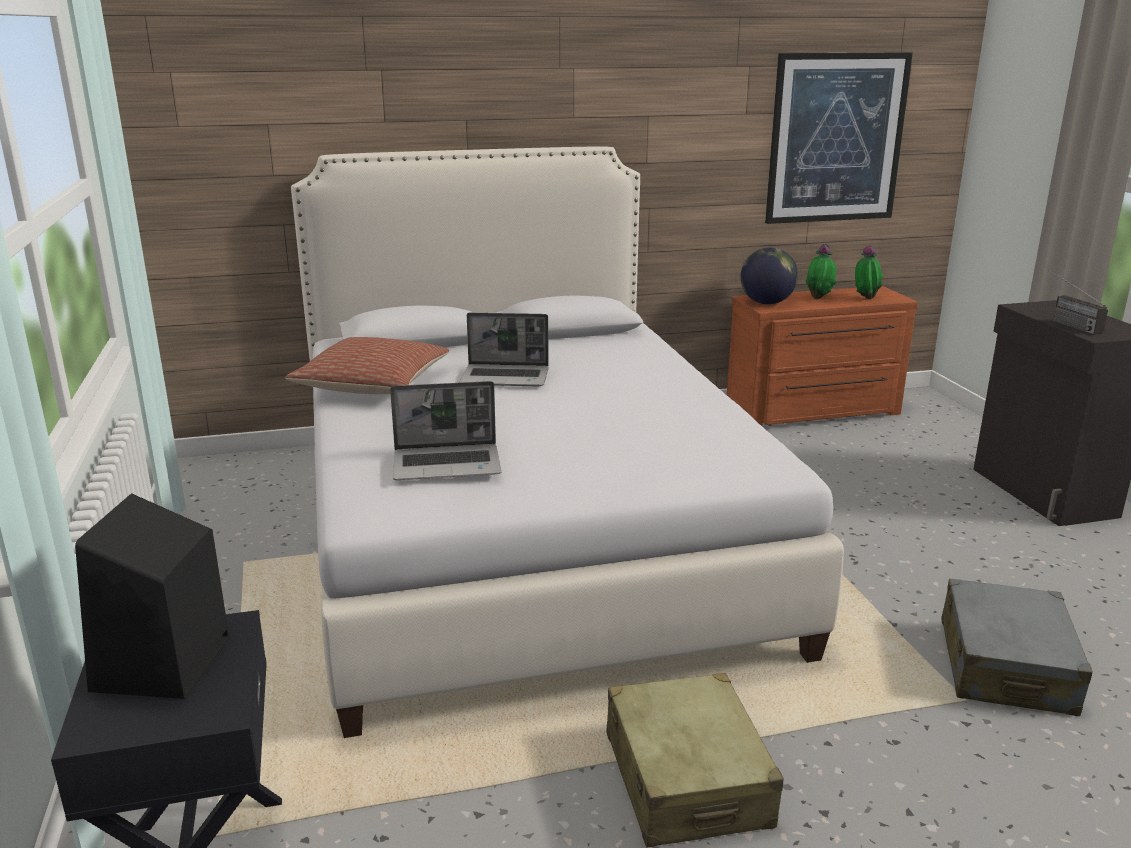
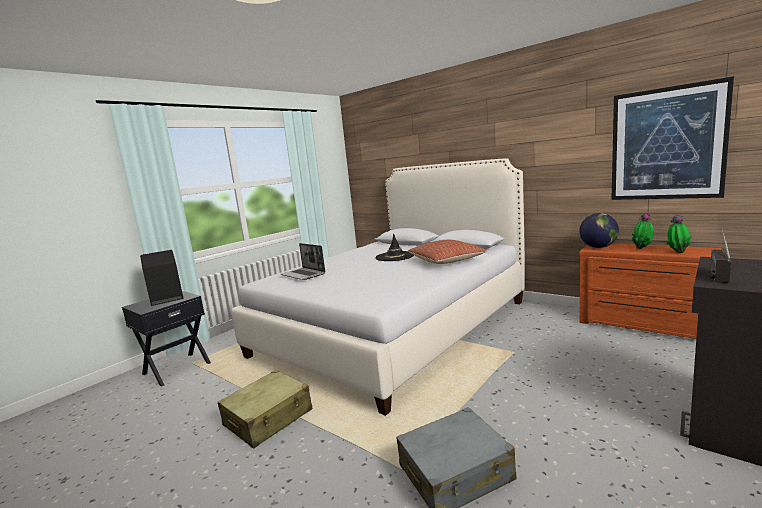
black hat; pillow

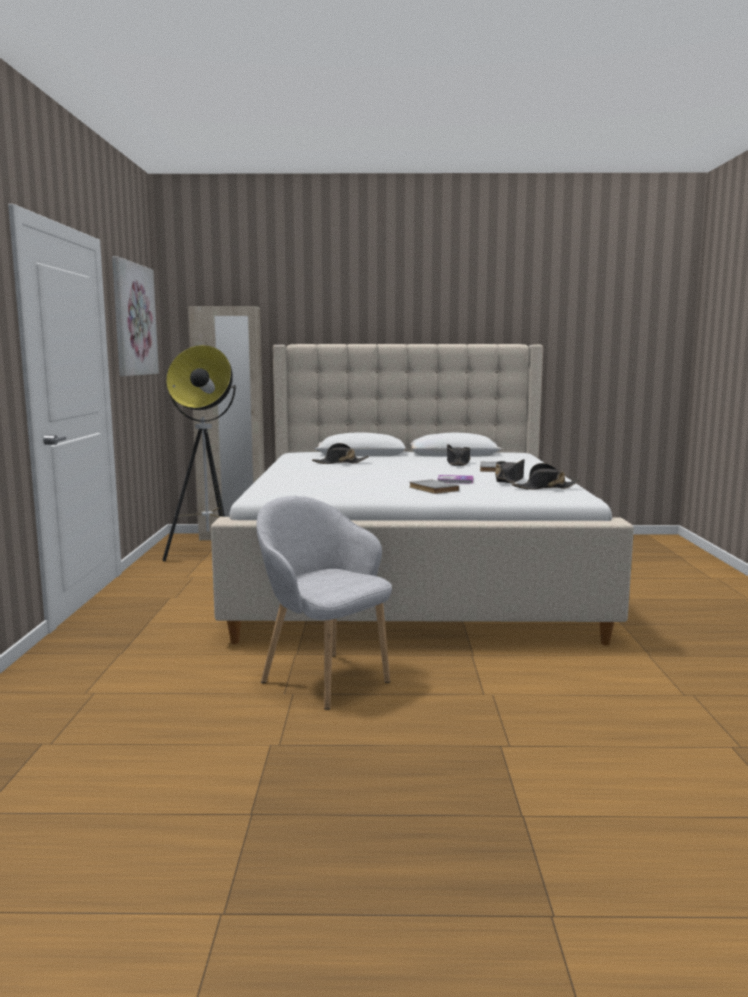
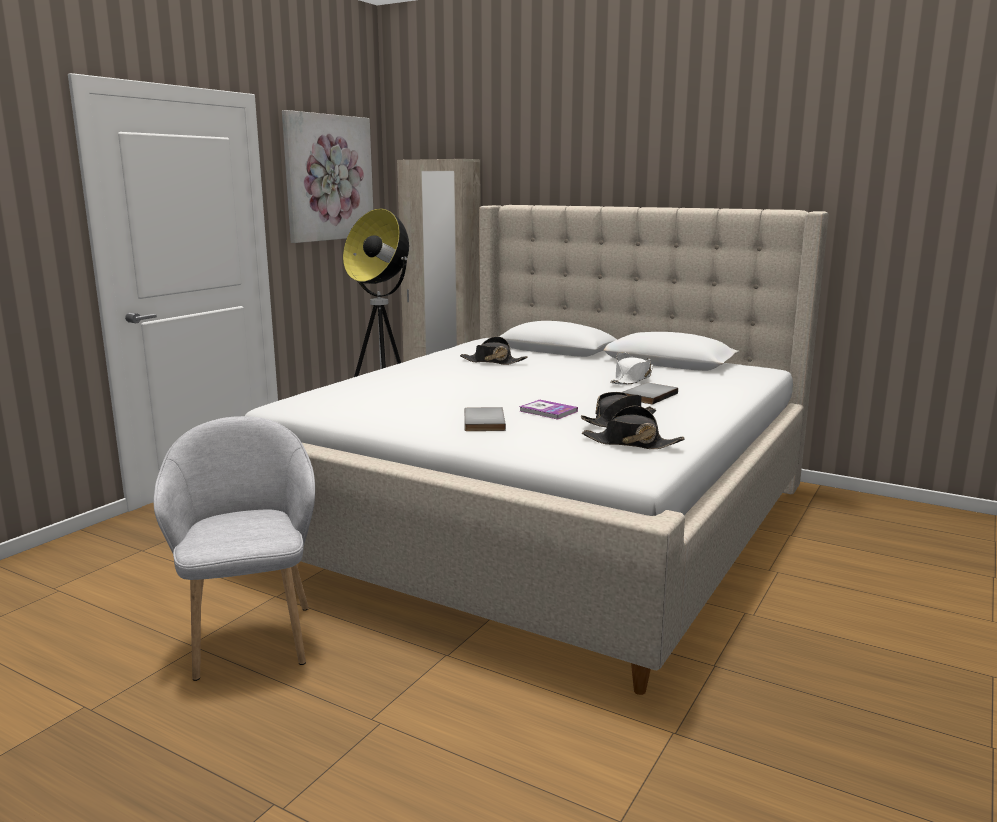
white hat

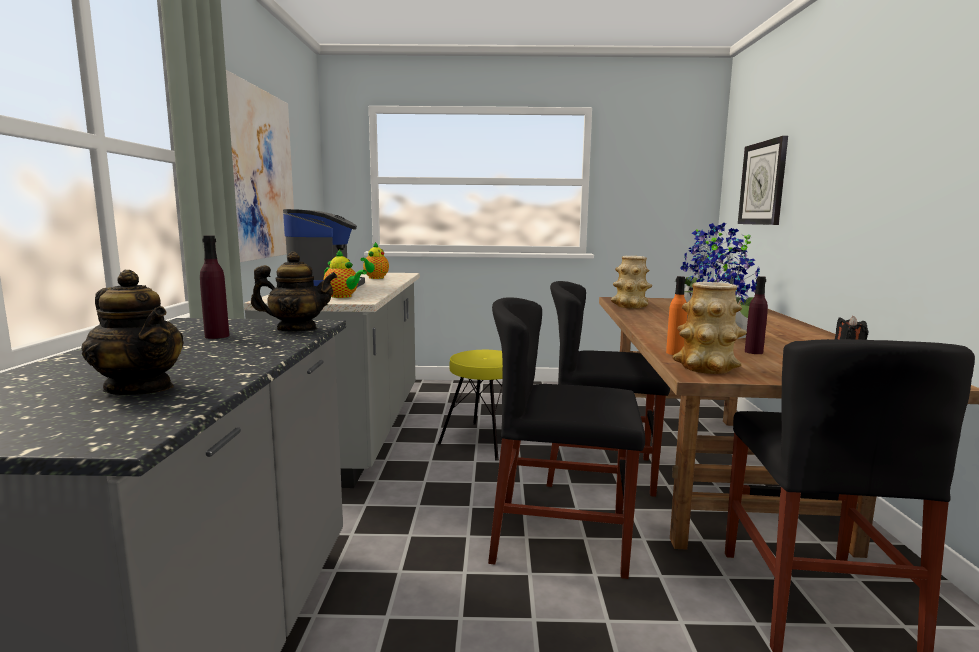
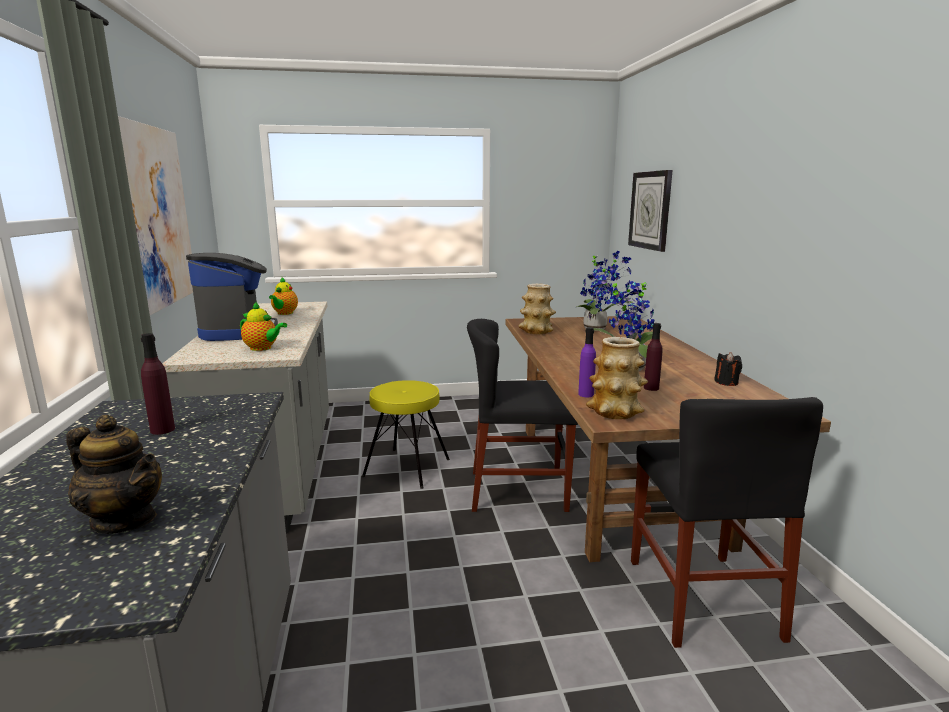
teapot (2nd from left in the first image); purple bottle (2nd from left); black chair (1st from left in the first image)

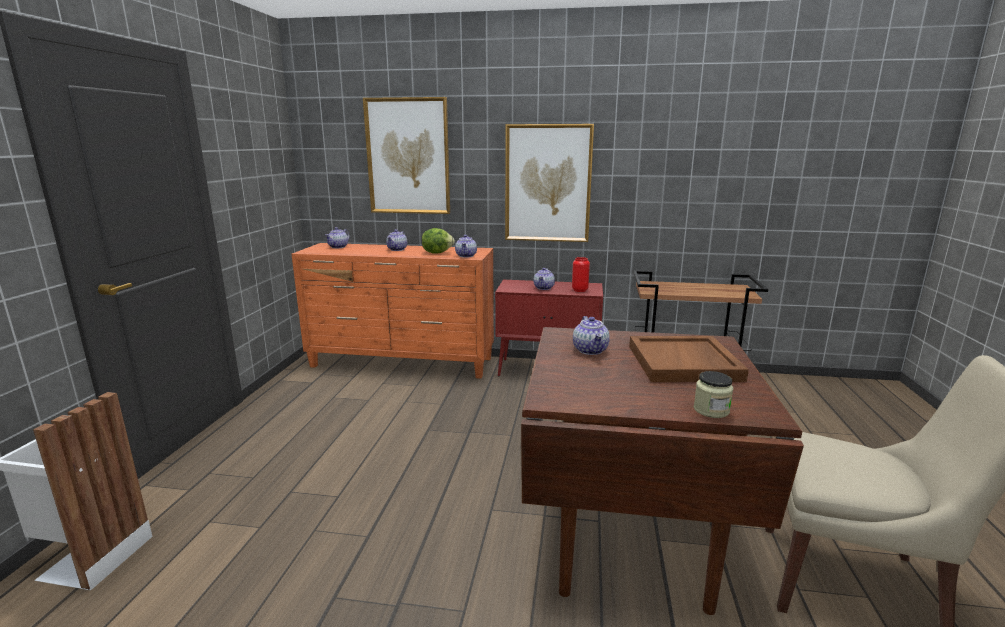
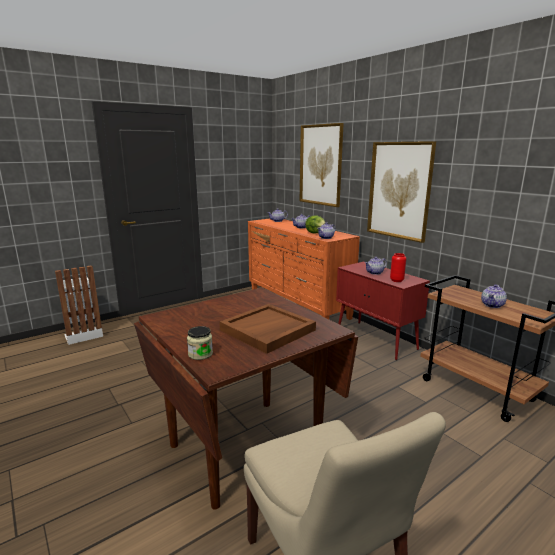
teapot (5th from left)

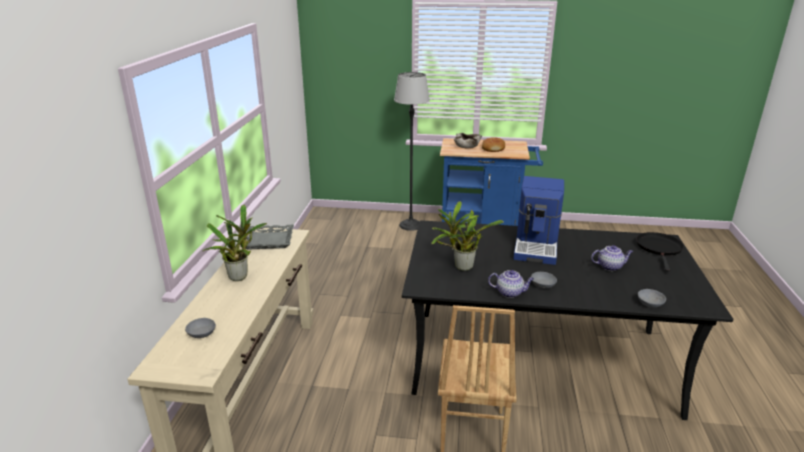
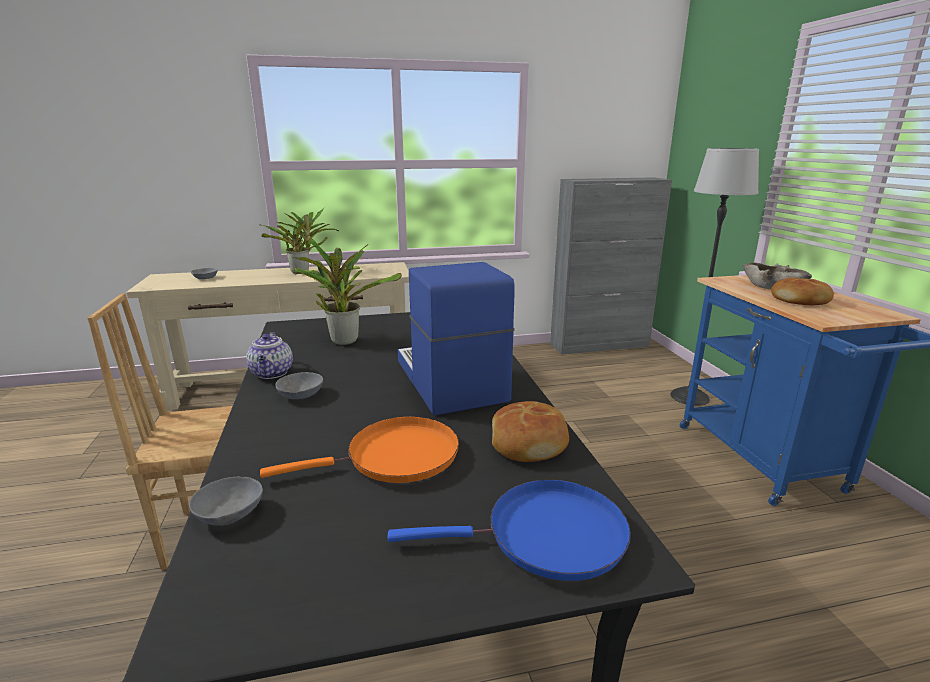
coffee machine; grey tray; blue frying pan; orange frying pan; grey cabinet; bread (1st from left)

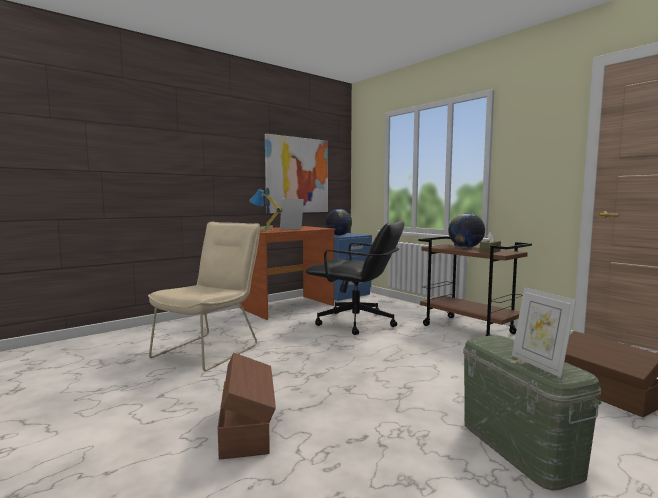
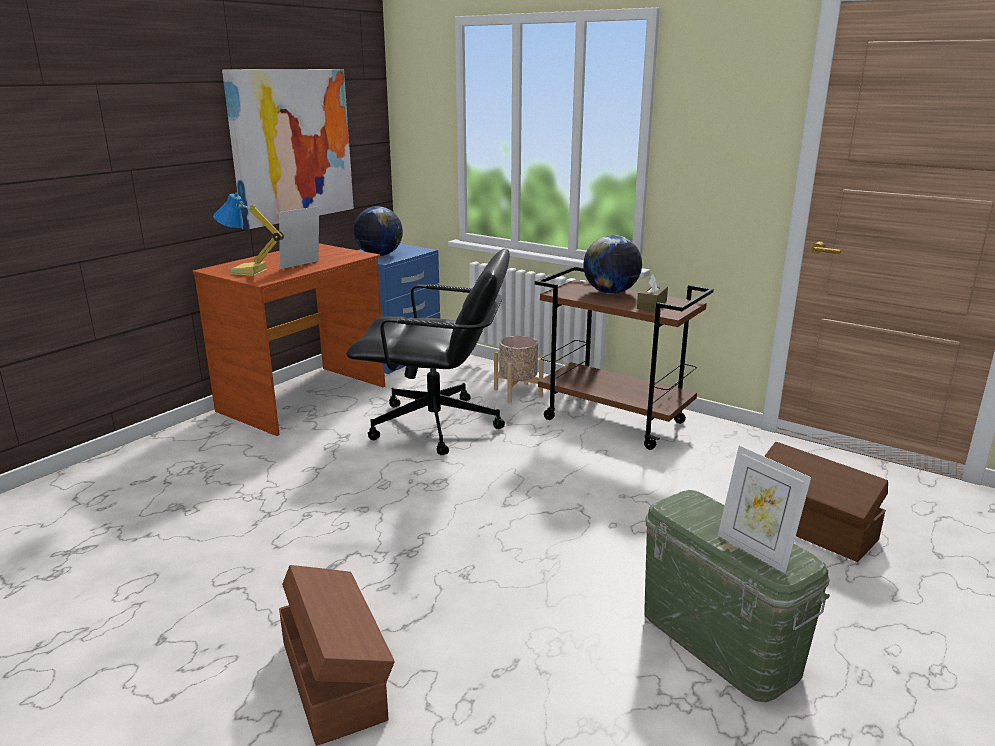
beige chair; beige planter

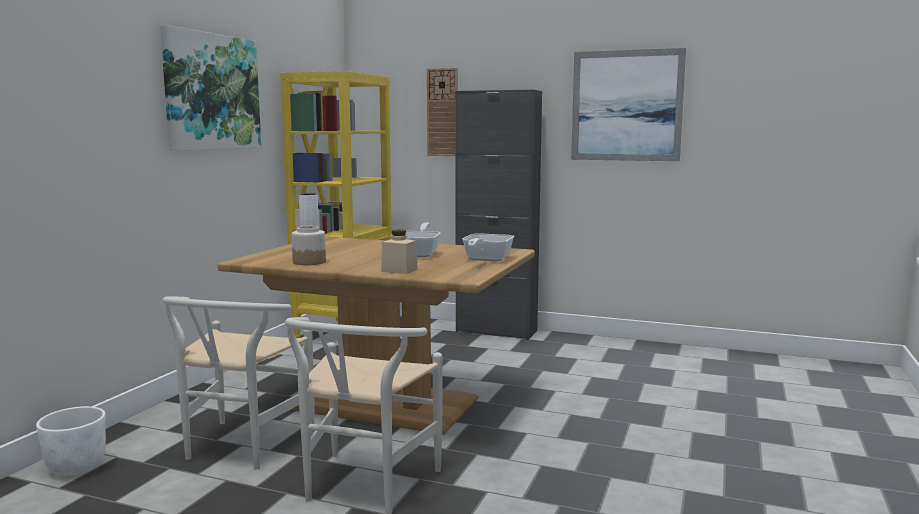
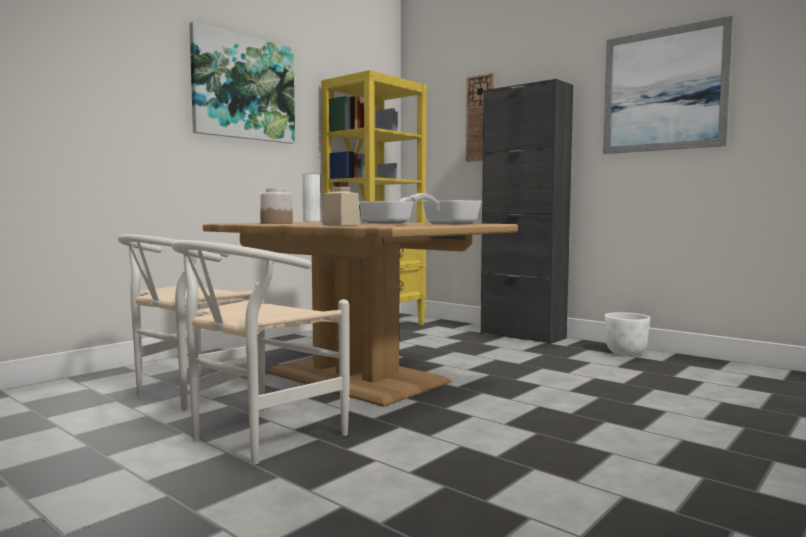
white planter

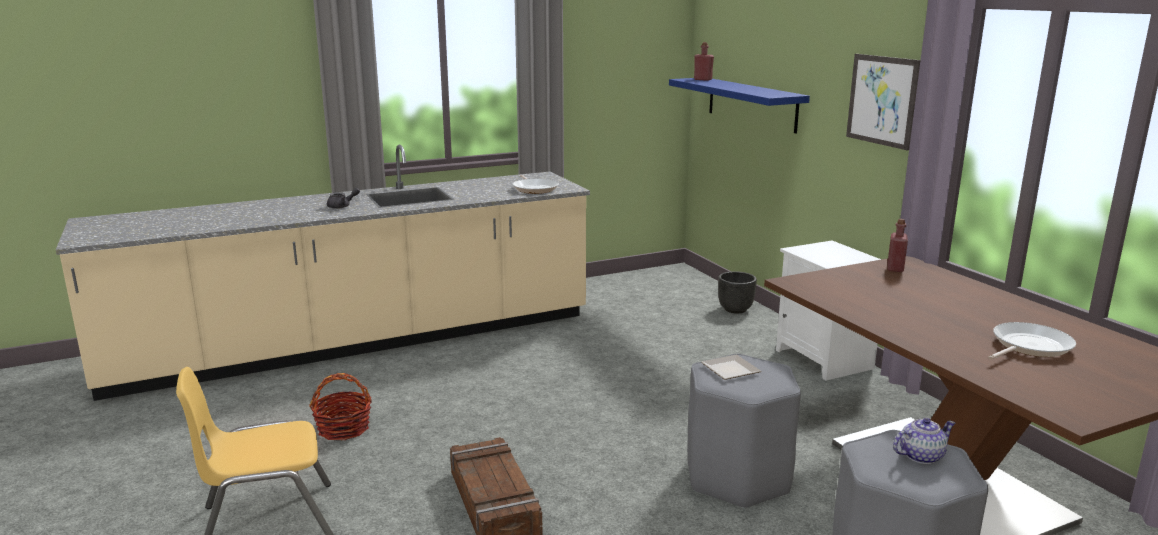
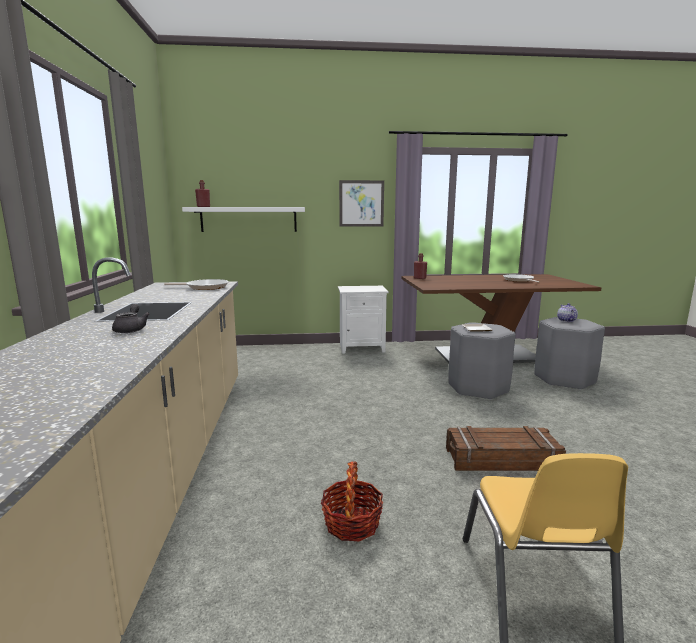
white shelf; black planter

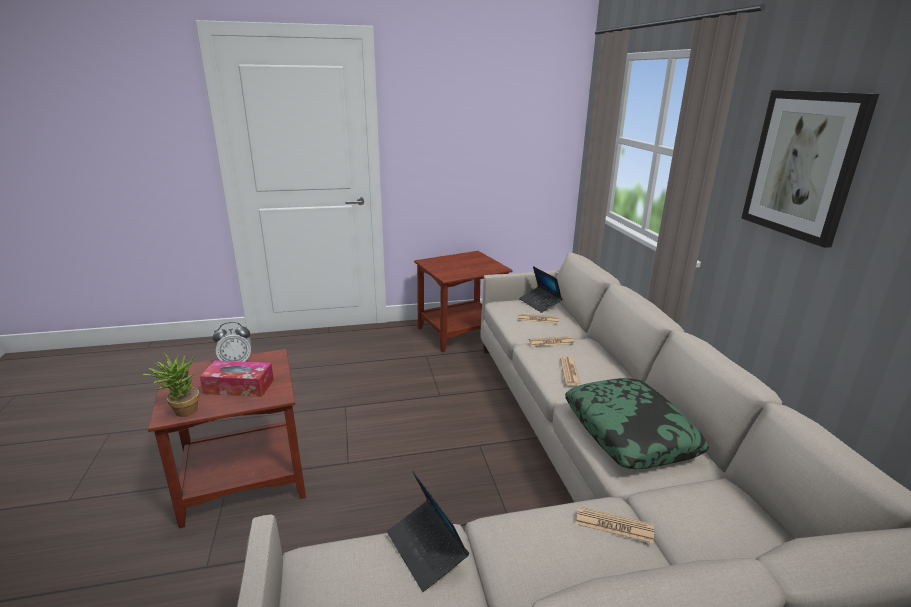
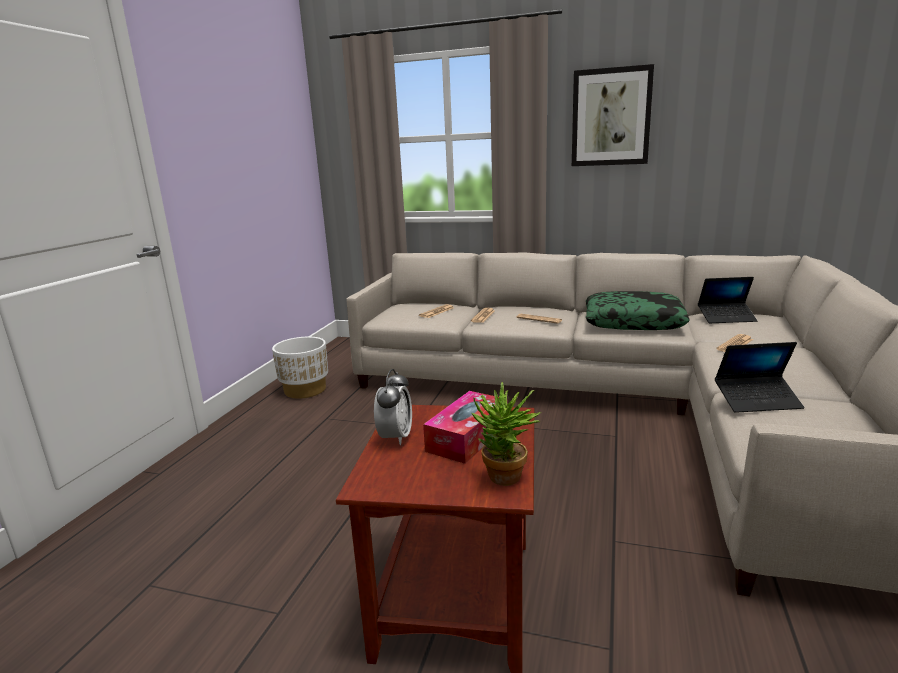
white planter; laptop (1st from left)

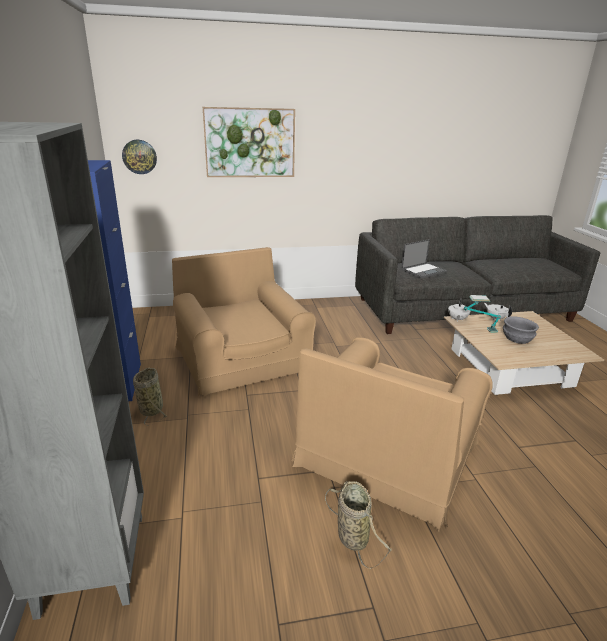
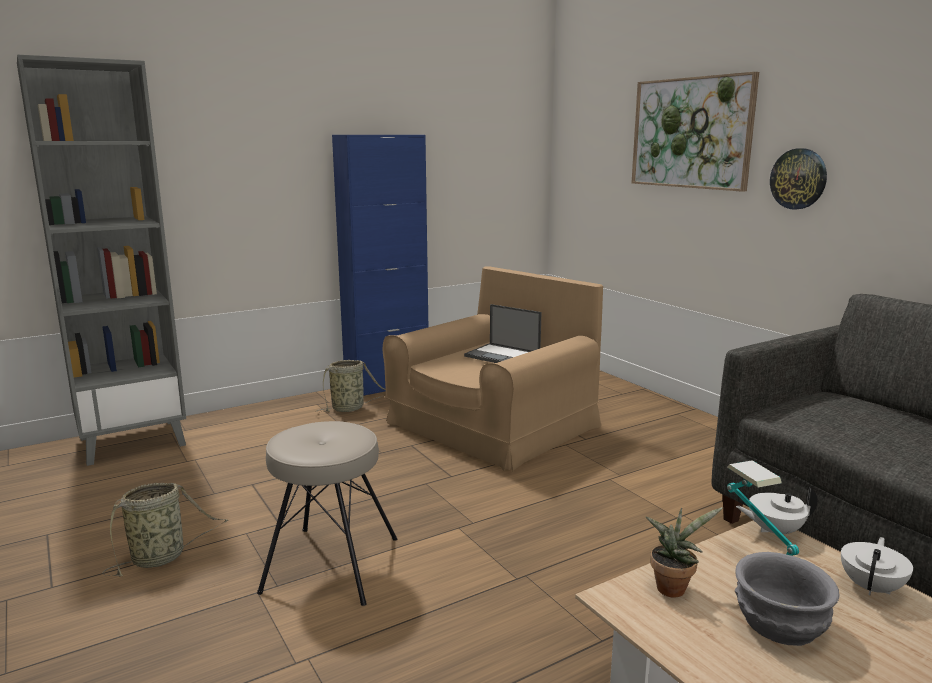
wall clock; laptop; beige stool; potted plant

